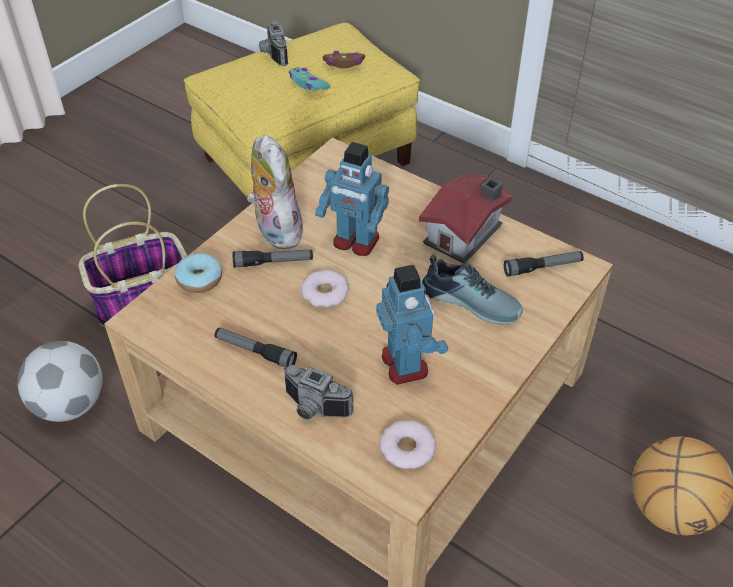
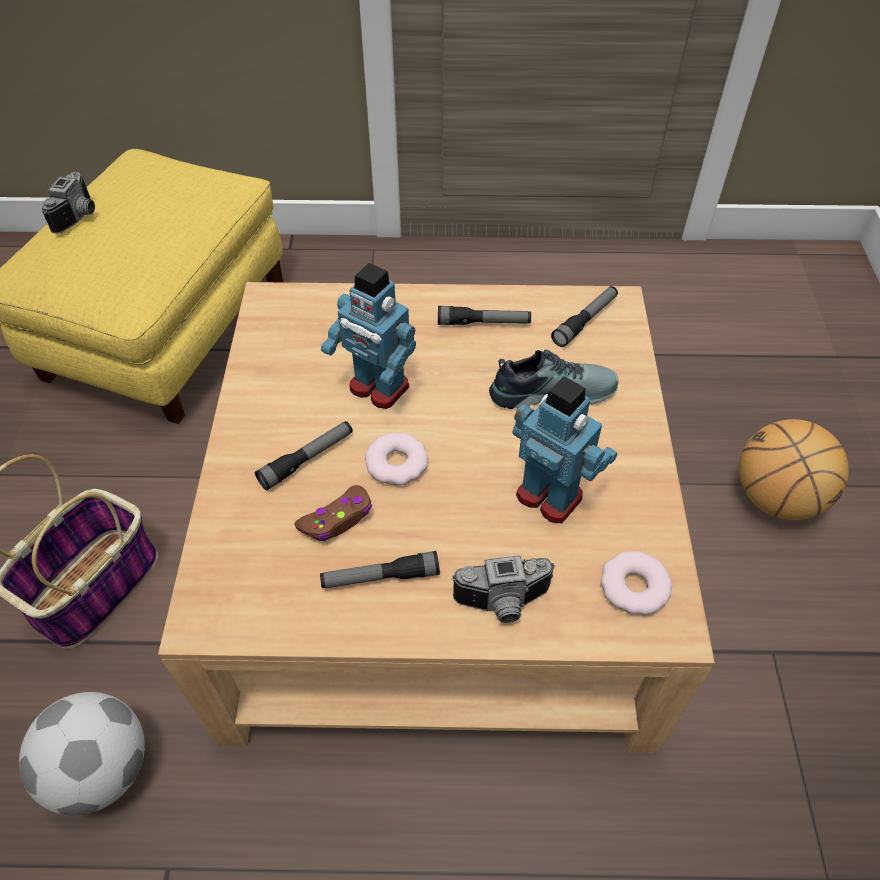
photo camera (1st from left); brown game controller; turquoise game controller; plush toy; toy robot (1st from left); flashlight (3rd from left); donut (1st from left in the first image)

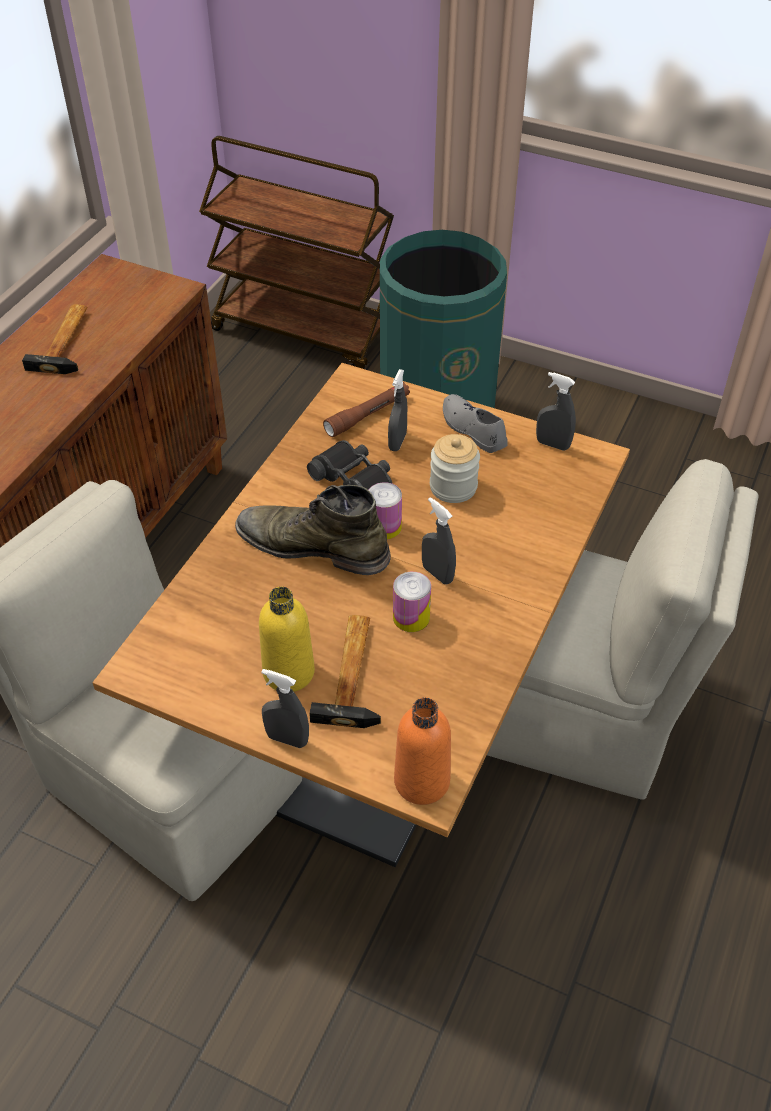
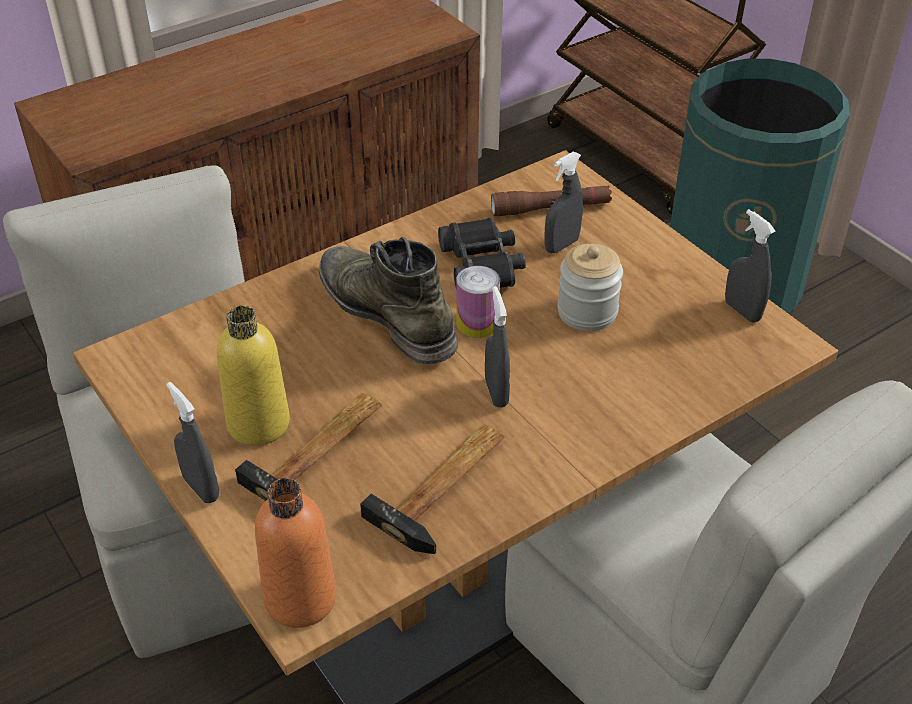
hammer (2nd from left); grey shoe; can (2nd from left in the first image)

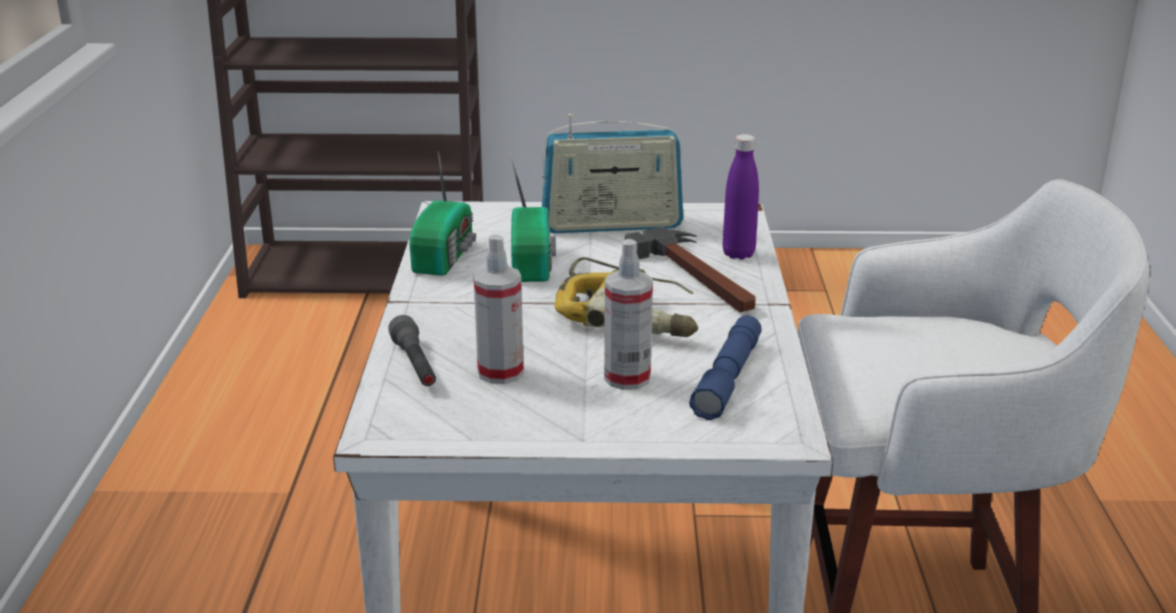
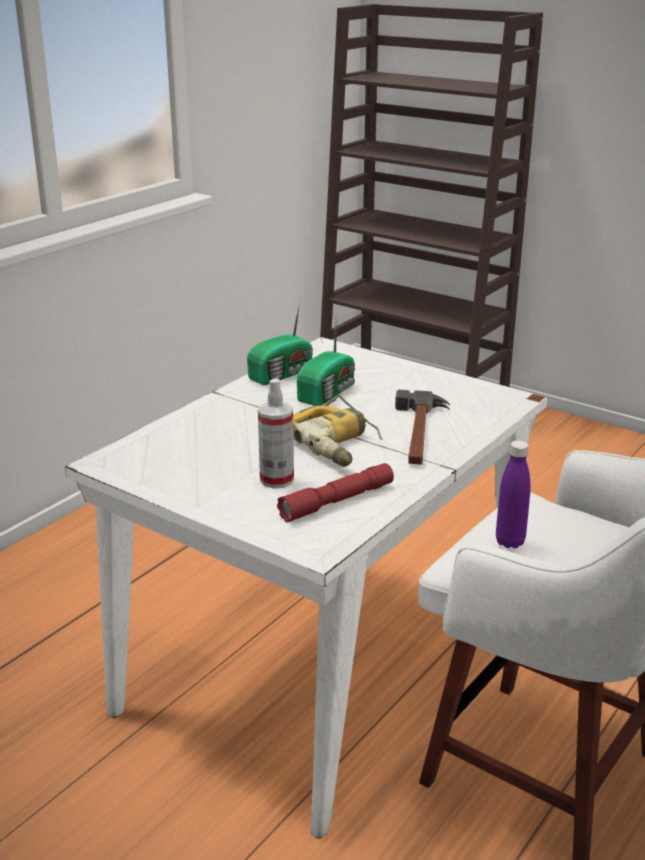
radio (3rd from left in the first image); purple bottle; spray bottle (1st from left in the first image); grey flashlight; red flashlight

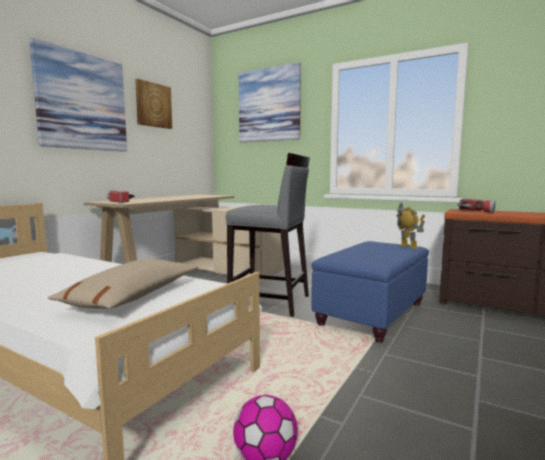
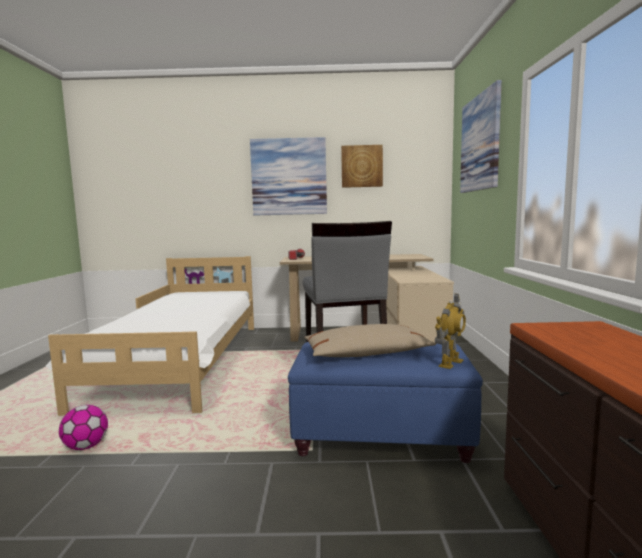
flashlight (2nd from left in the first image); beige pillow

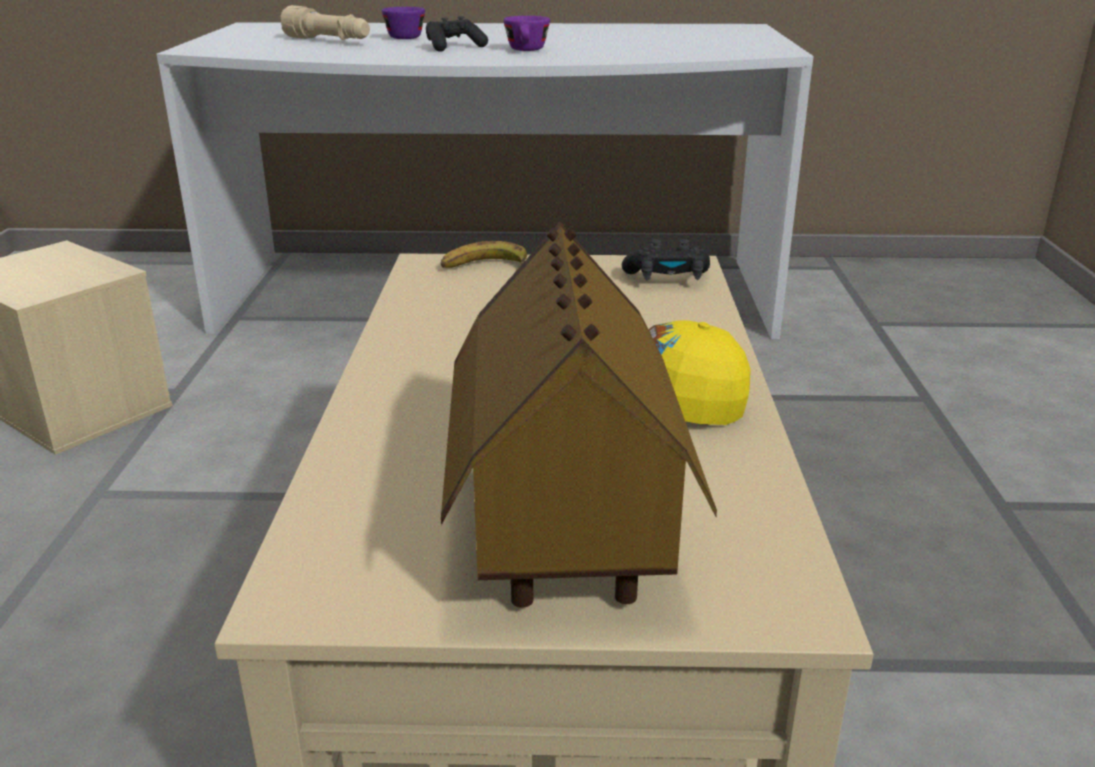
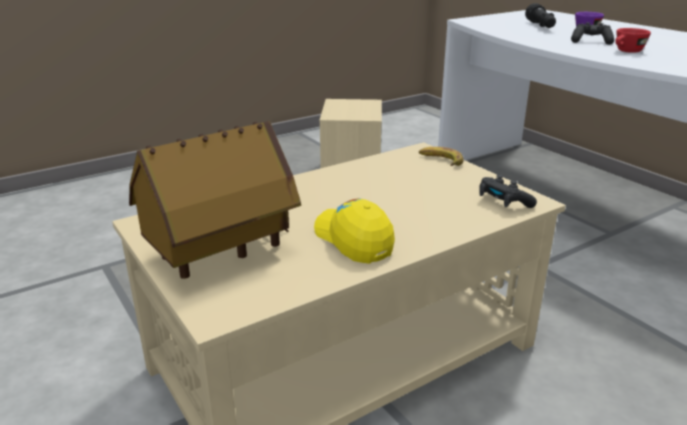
black flashlight; red cup

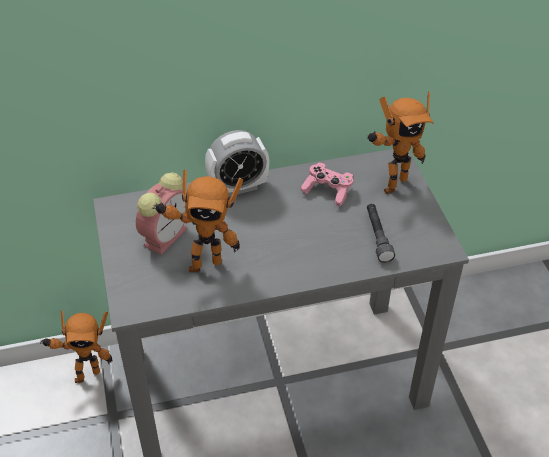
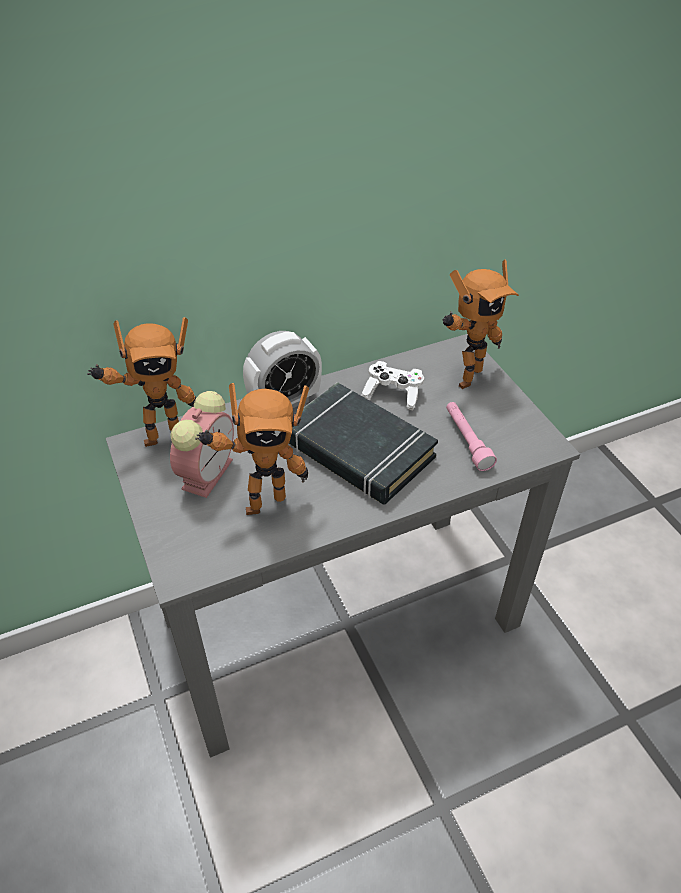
white game controller; pink flashlight; toy robot (1st from left); black book

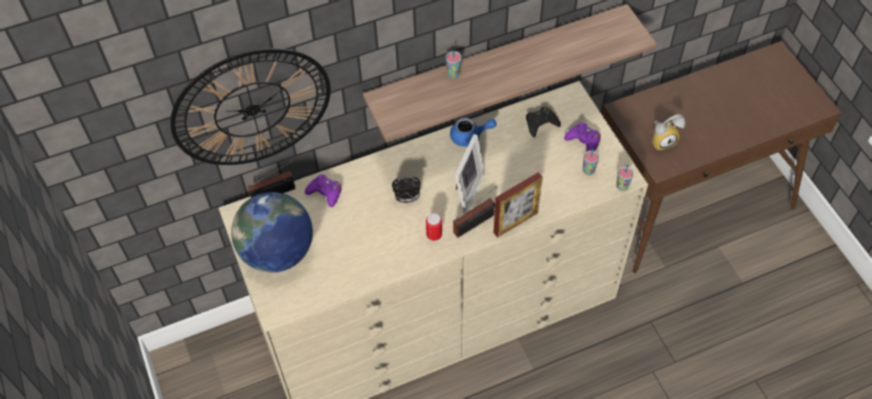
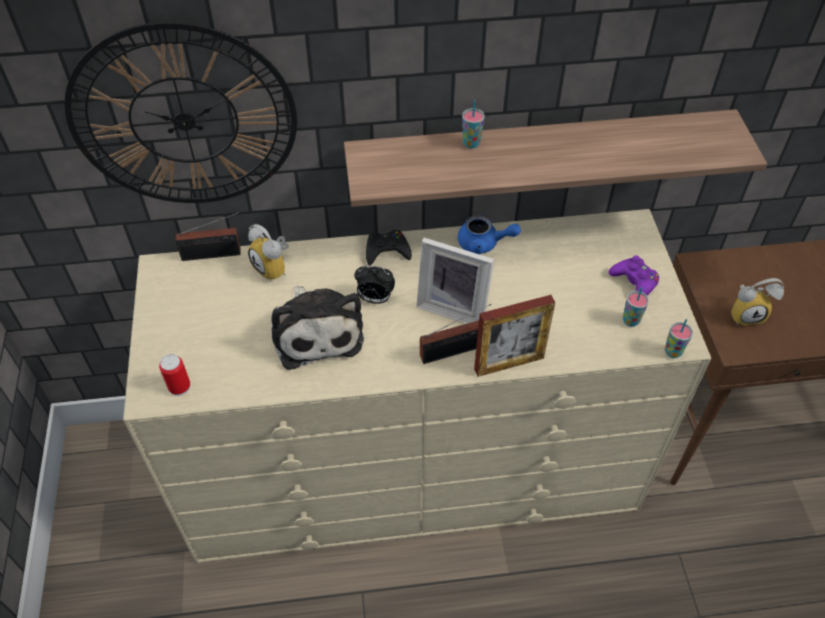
black game controller; picture frame (1st from left); alarm clock (1st from left); globe; can; plush toy

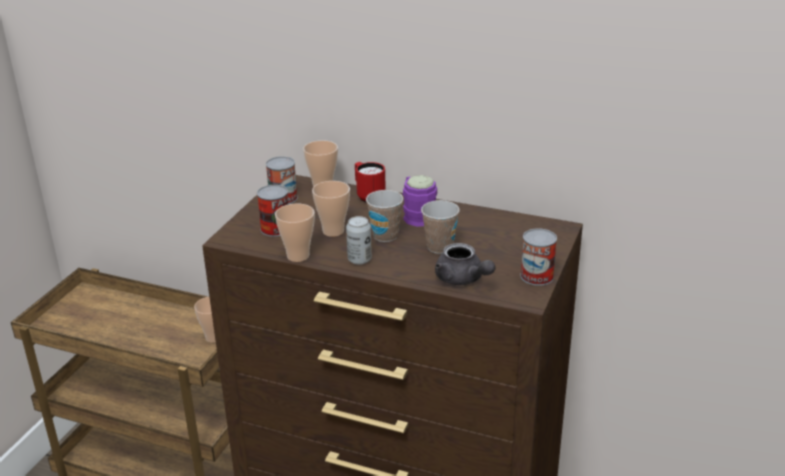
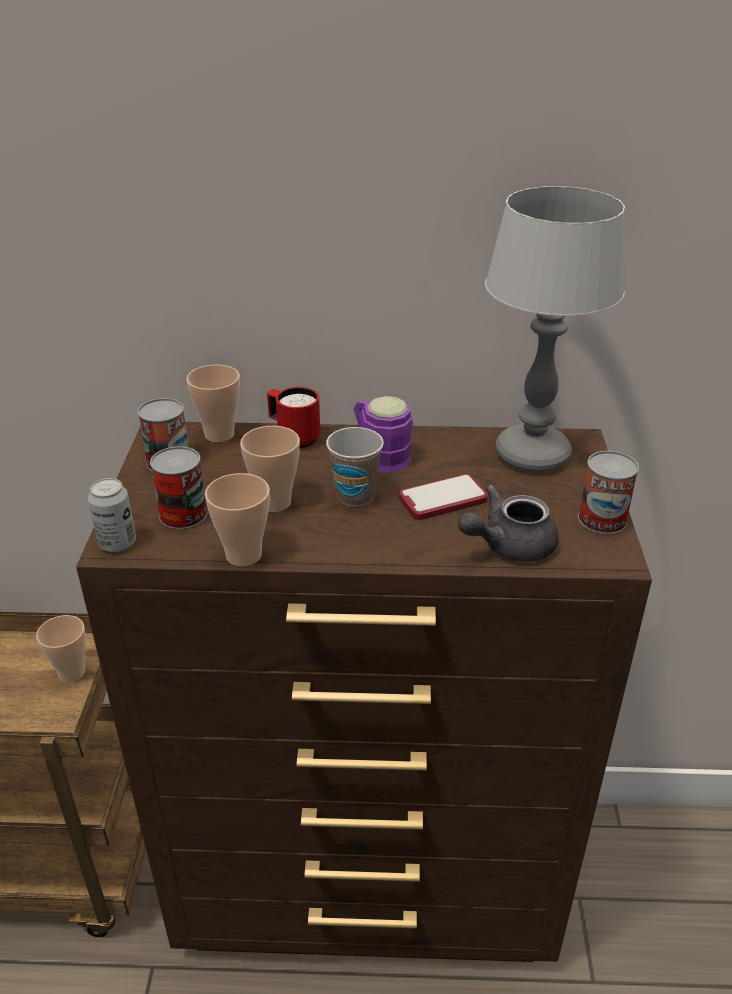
phone; can (1st from left); grey teapot; table lamp

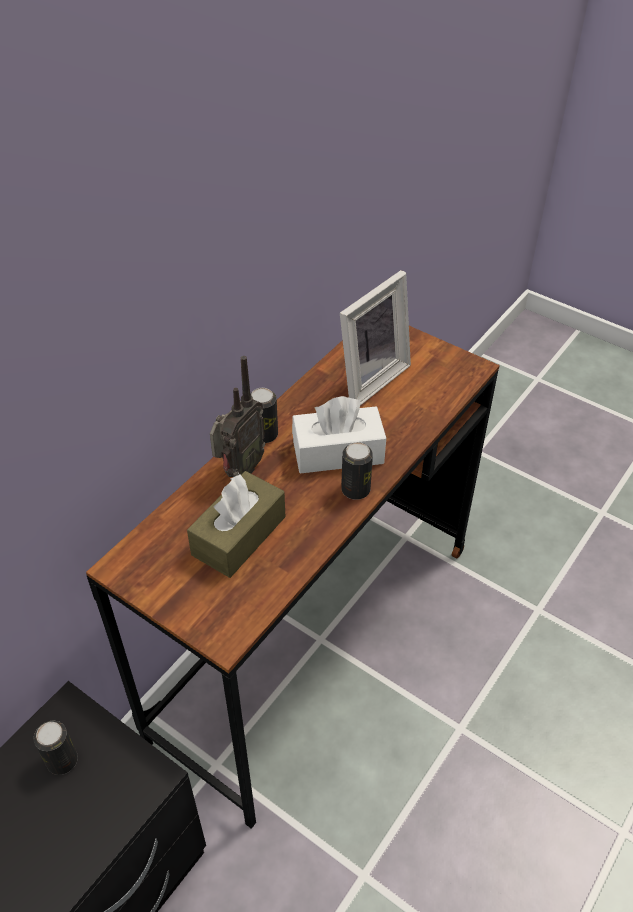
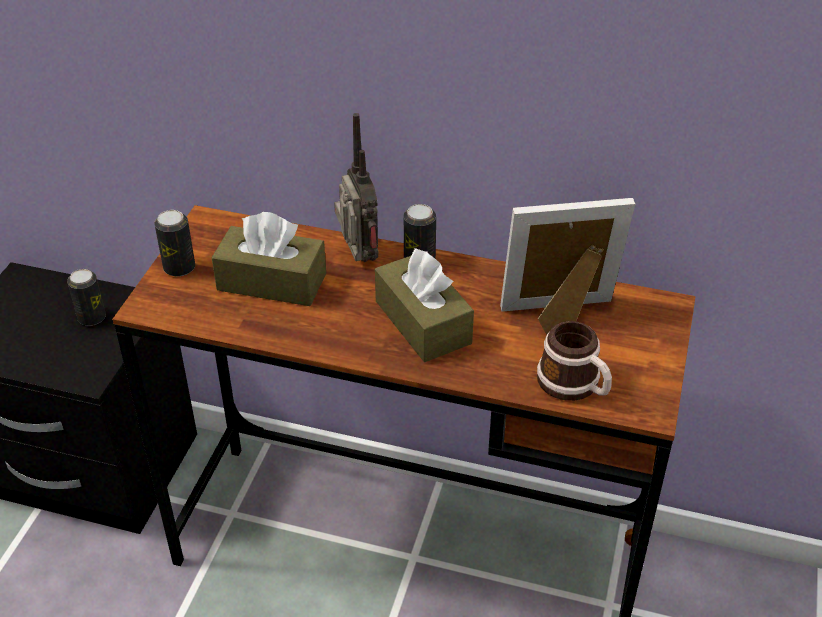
picture frame; radio; brown tissue box (2nd from left); can (2nd from left); mug

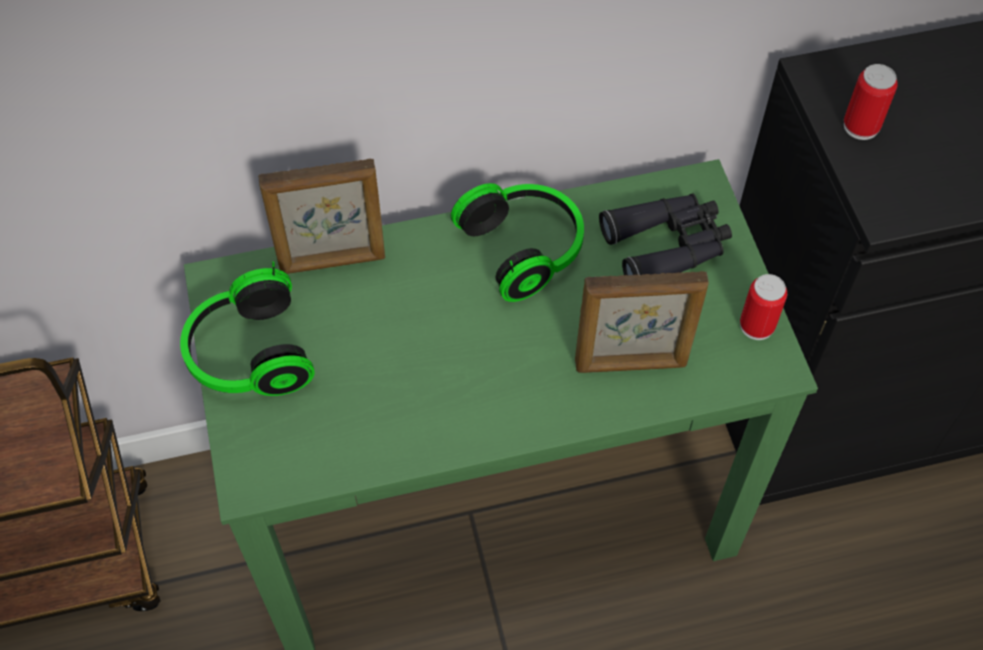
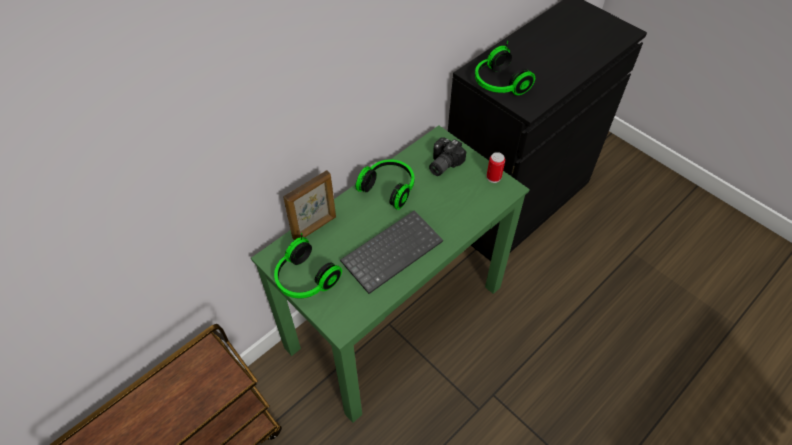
headphones (3rd from left); photo camera; picture frame (2nd from left in the first image); keyboard

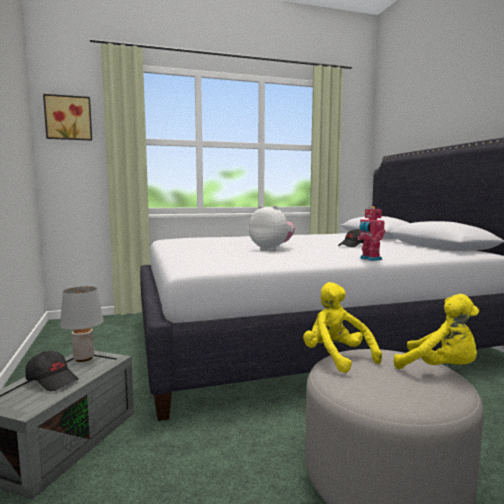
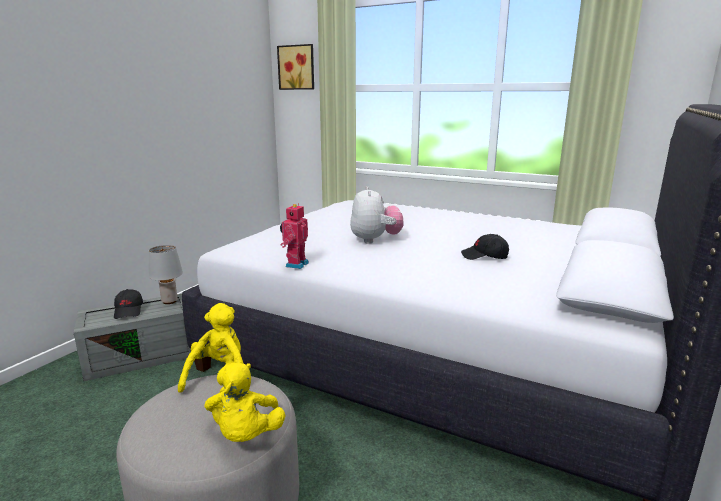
toy robot

